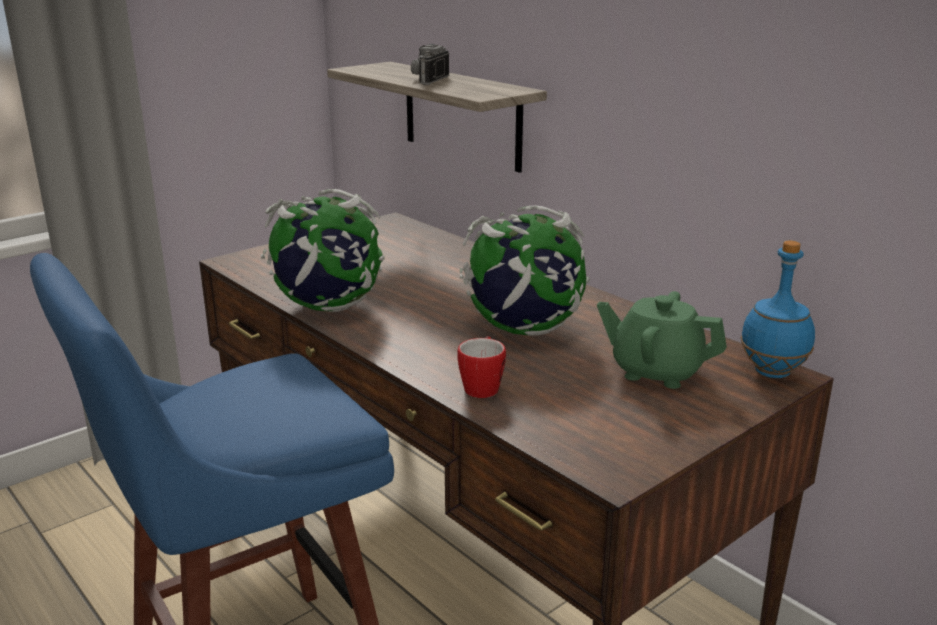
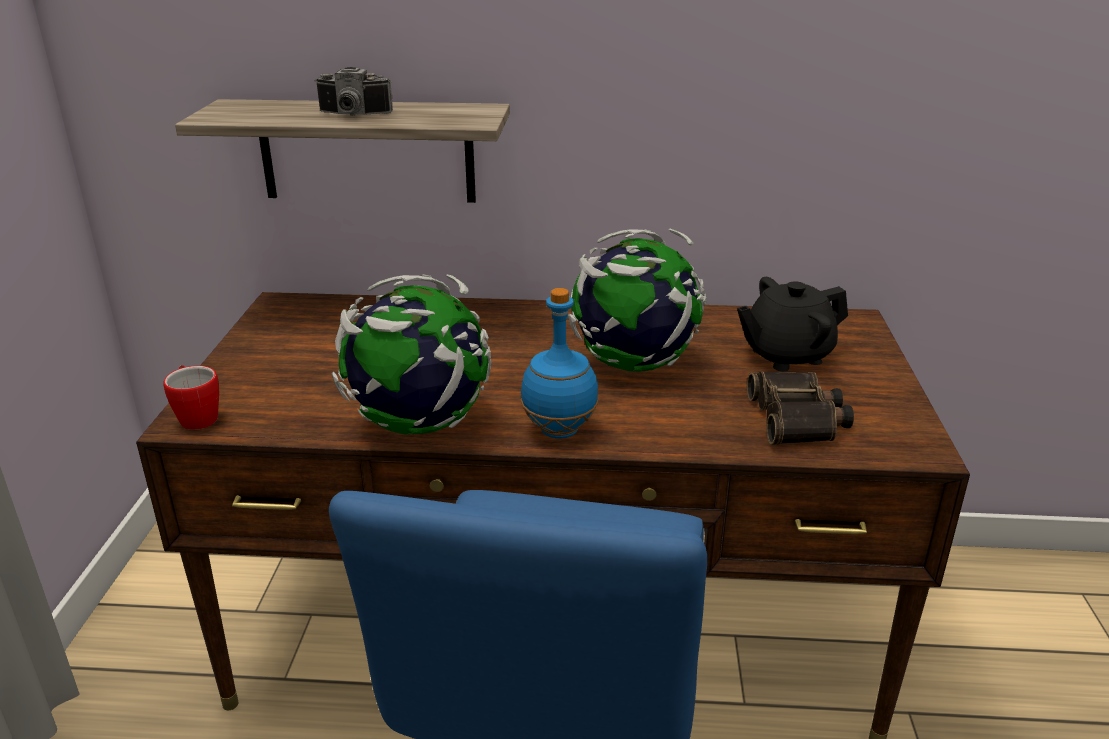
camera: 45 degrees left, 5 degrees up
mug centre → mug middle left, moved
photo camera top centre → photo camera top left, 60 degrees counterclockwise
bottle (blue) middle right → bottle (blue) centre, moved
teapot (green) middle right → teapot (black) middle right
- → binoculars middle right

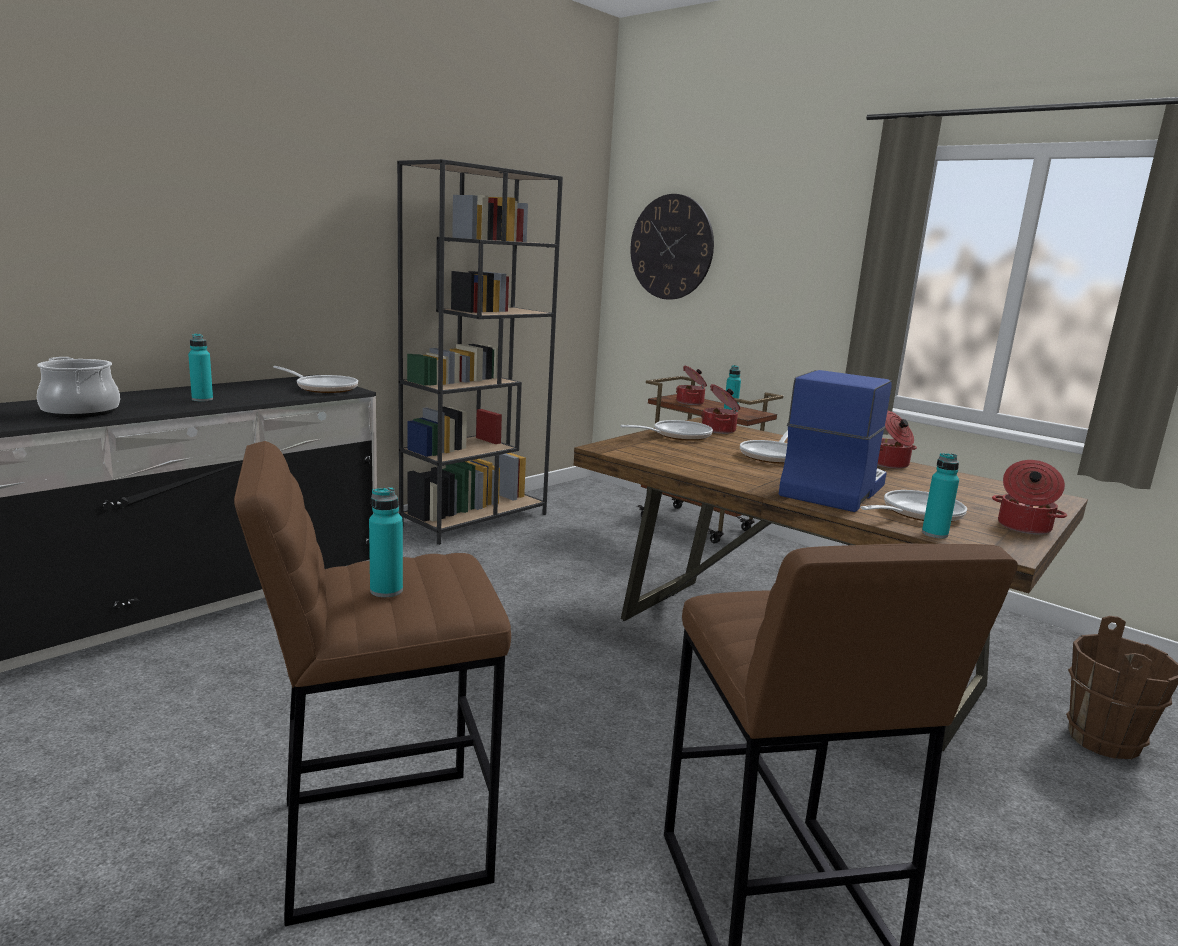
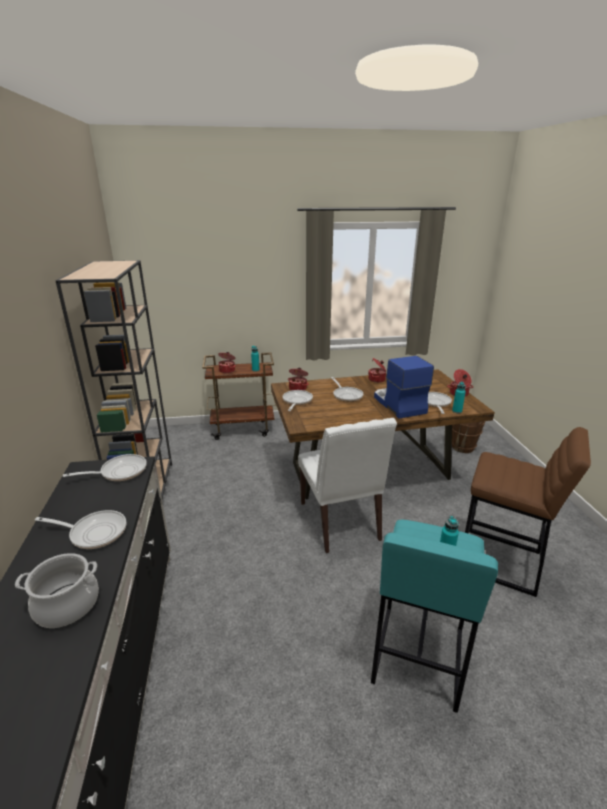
camera: 50 degrees left, 10 degrees up
bottle (turquoise) (1st from left) middle left → frying pan (1st from left) middle left
- → chair (white) centre
stool (brown) (1st from left) bottom left → stool (turquoise) bottom right
wall clock top centre → -

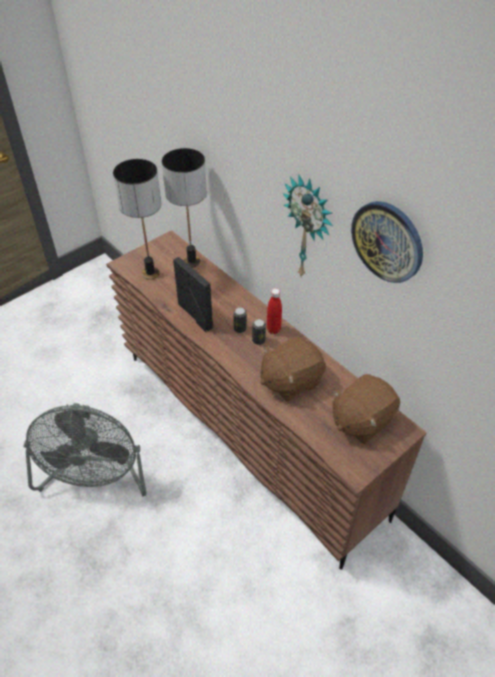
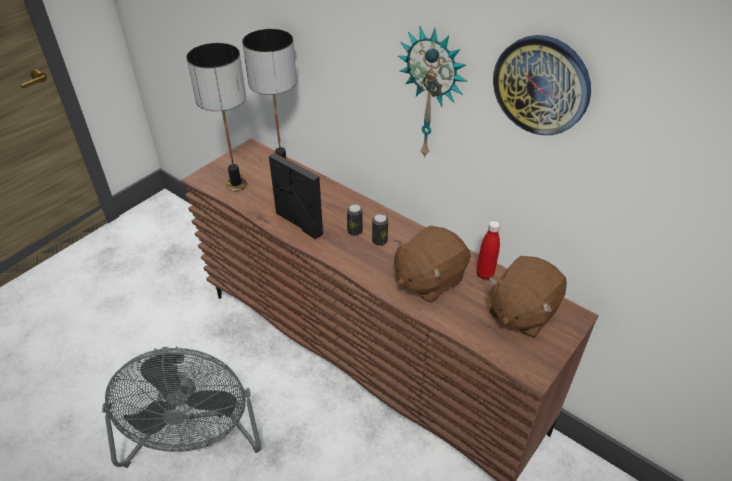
camera: 10 degrees left, 5 degrees down
bottle (red) centre → bottle (red) middle right, moved

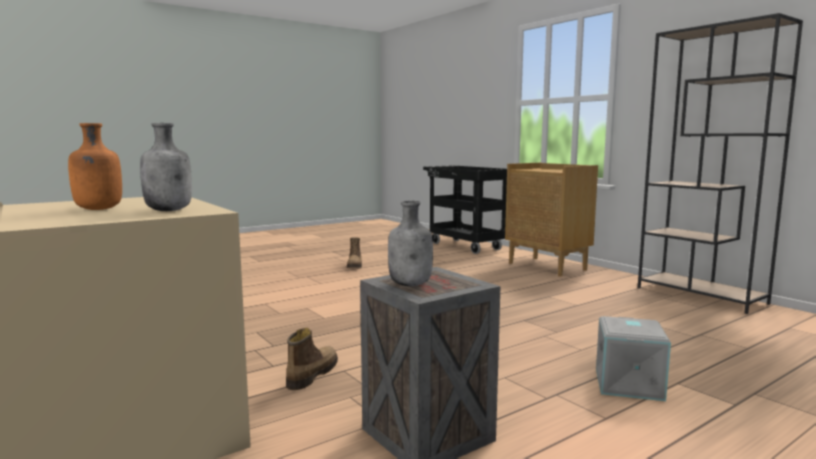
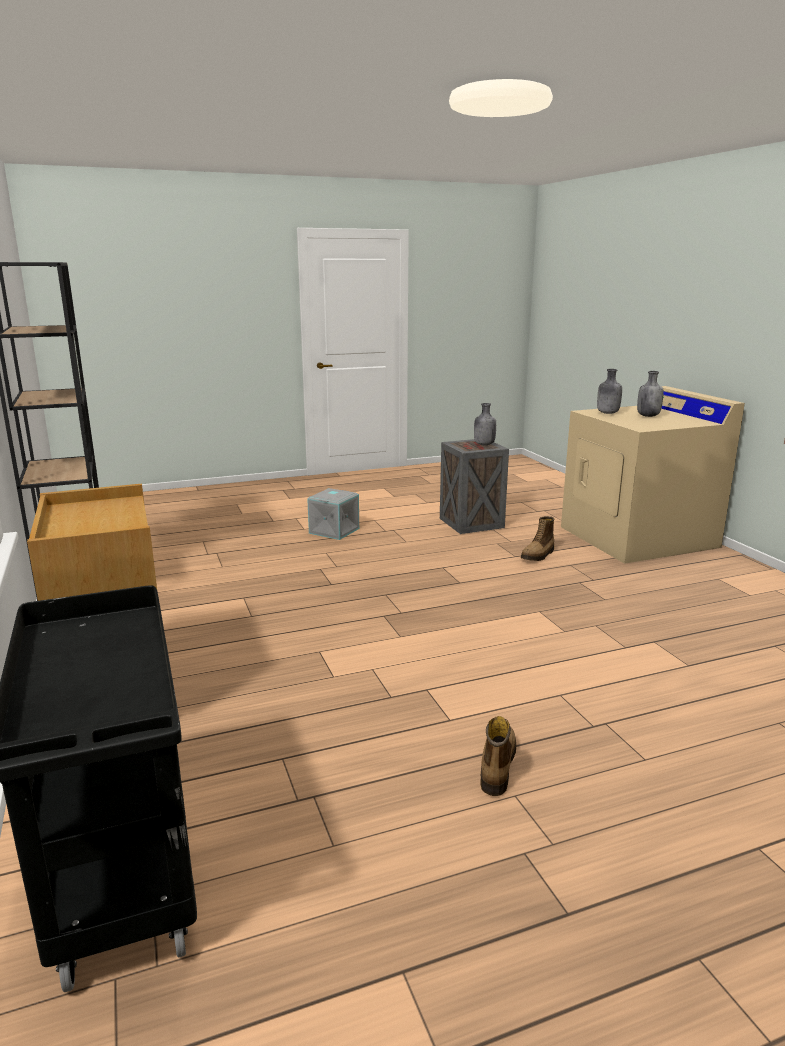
camera: 165 degrees left, 10 degrees up
bottle (orange) middle left → bottle (grey) (3rd from left) middle right

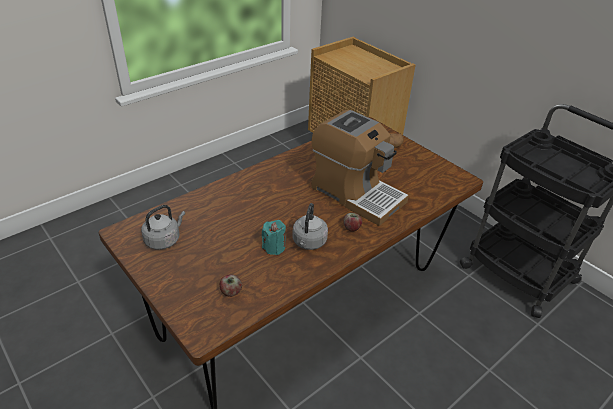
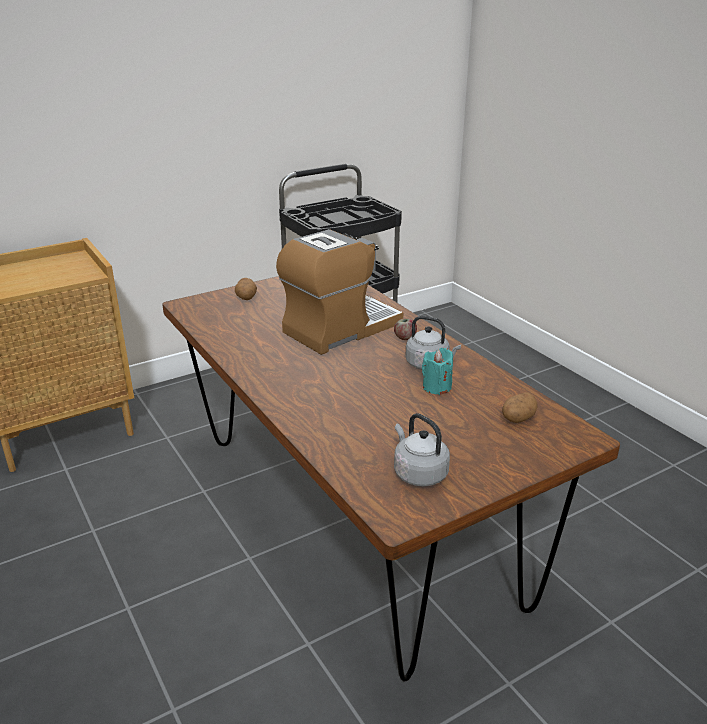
camera: 80 degrees left, 10 degrees down
apple (1st from left) bottom centre → potato (2nd from left) middle right

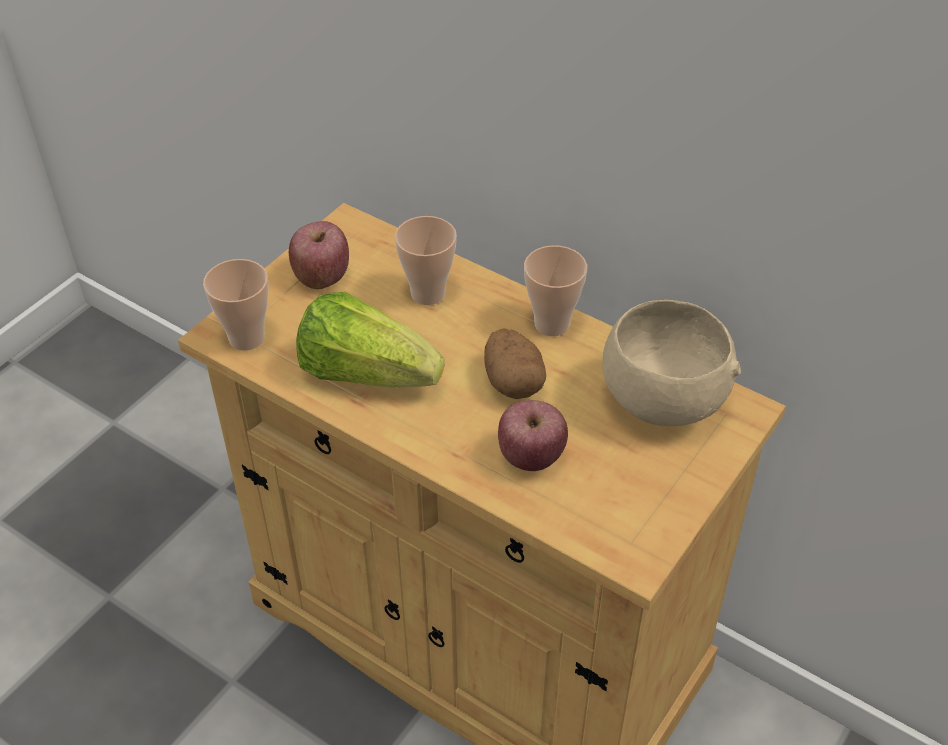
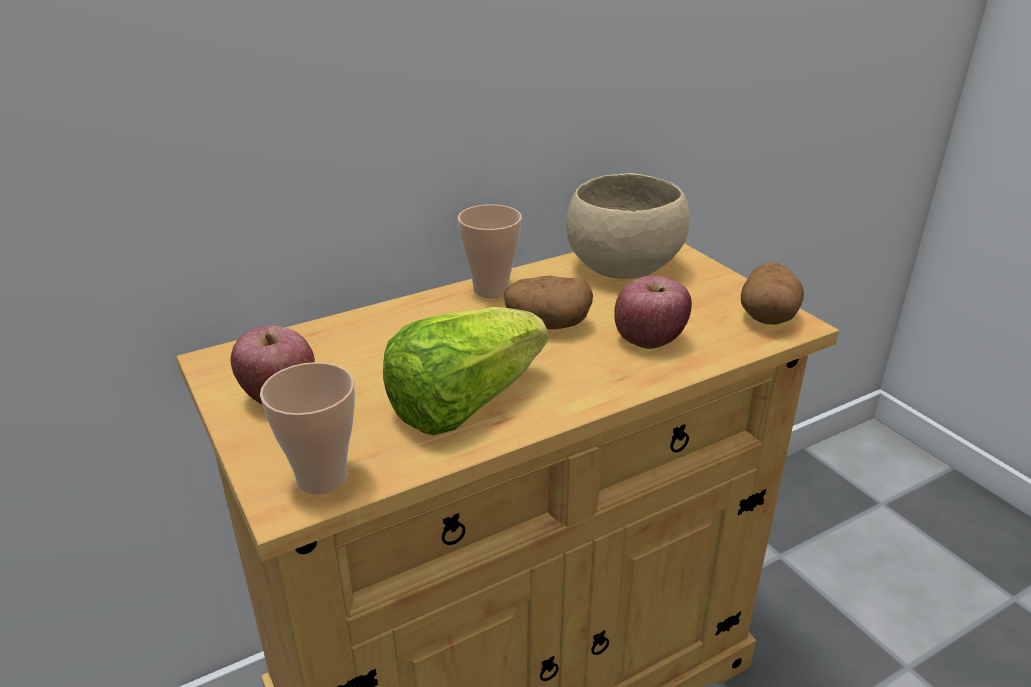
camera: 65 degrees left, 15 degrees down
- → potato (2nd from left) middle right
cup (2nd from left) centre → -

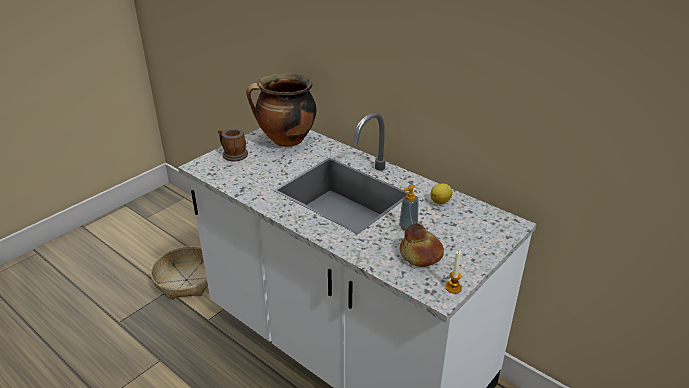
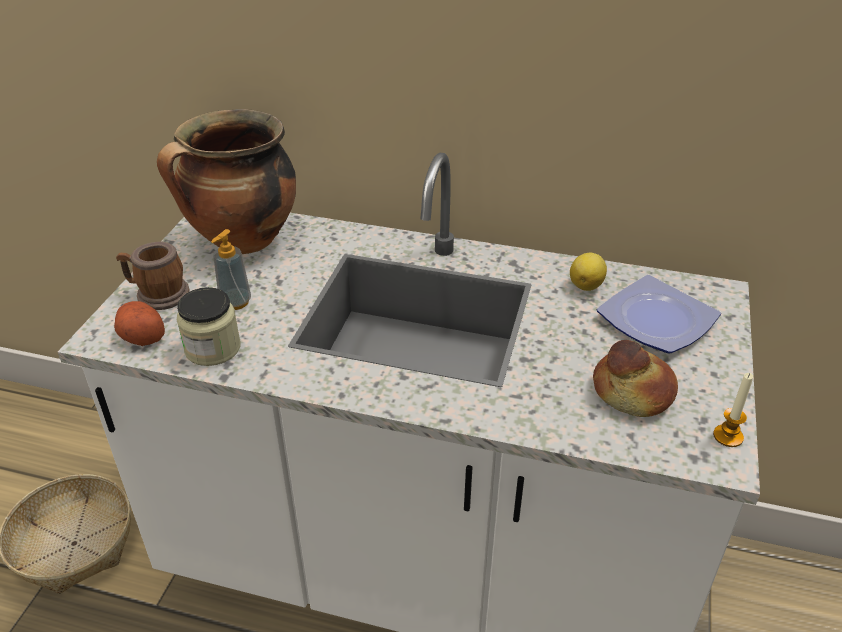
camera: 25 degrees left, 5 degrees up
- → potato middle left
- → jar middle left
soap dispenser centre → soap dispenser middle left, moved
- → plate middle right

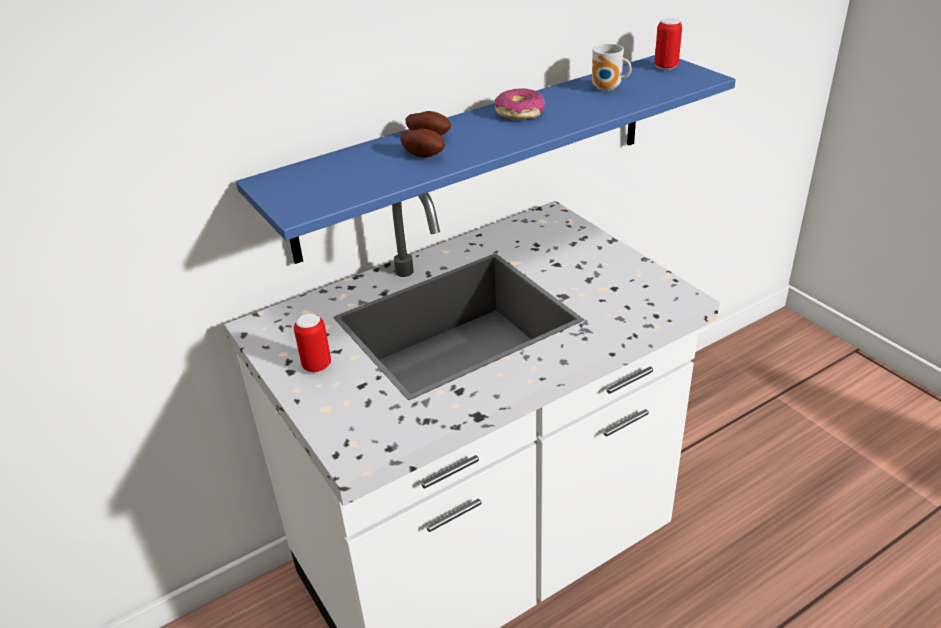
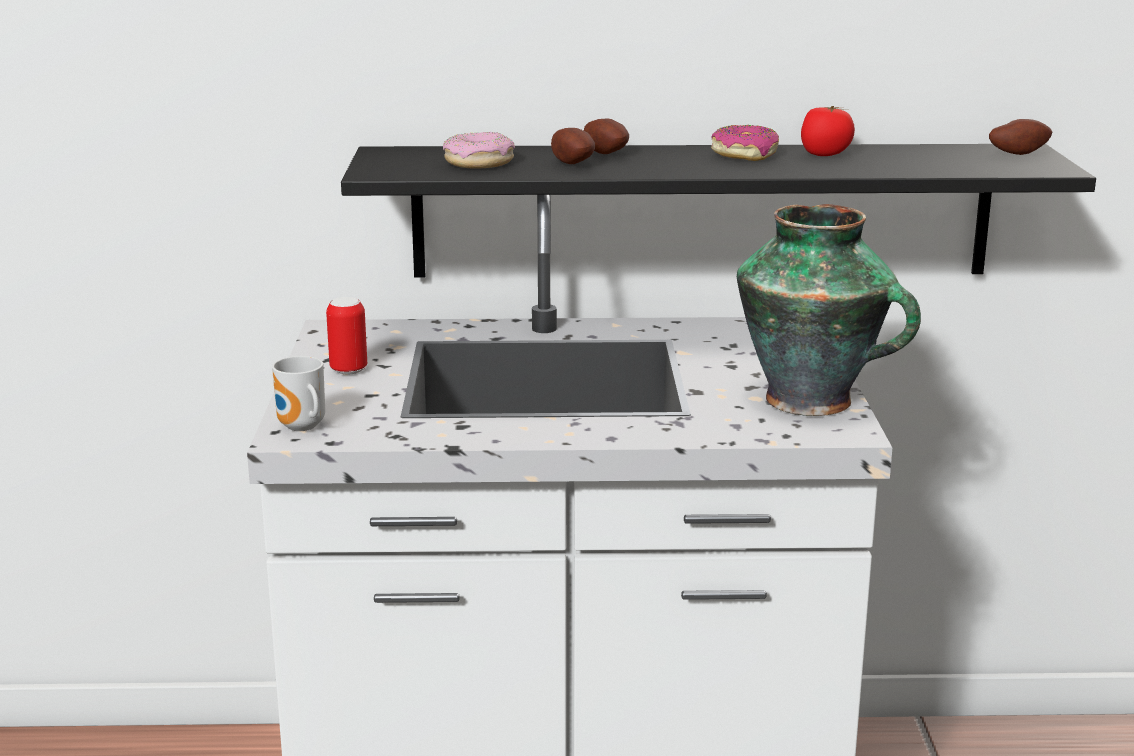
camera: 30 degrees right, 15 degrees down
mug top centre → mug middle left, moved
shelf (blue) top centre → shelf (black) top centre
- → donut (1st from left) top centre
- → vase middle right
- → tomato top right
can (2nd from left) top right → potato (3rd from left) top right

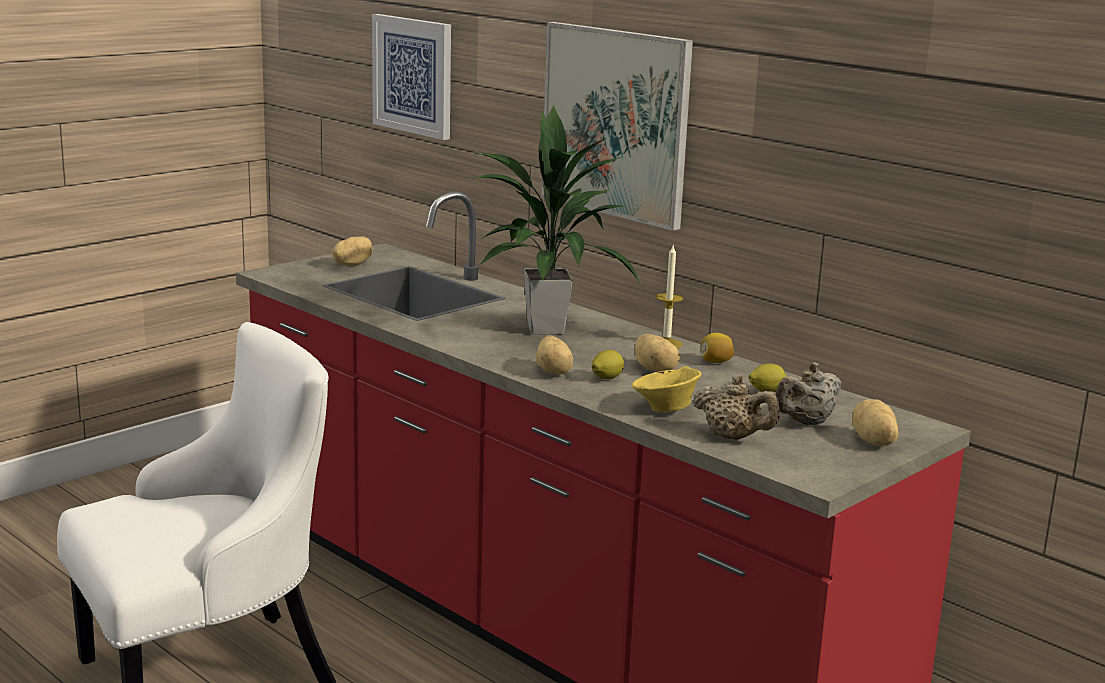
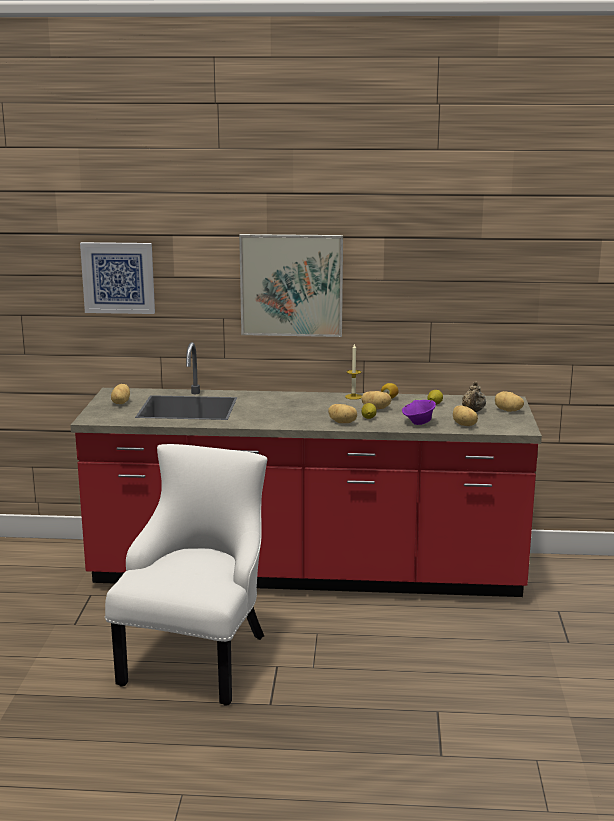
camera: 40 degrees left, 0 degrees up
bowl (yellow) centre → bowl (purple) middle right
teapot (beige) (1st from left) centre → potato (4th from left) middle right
potted plant top centre → -

